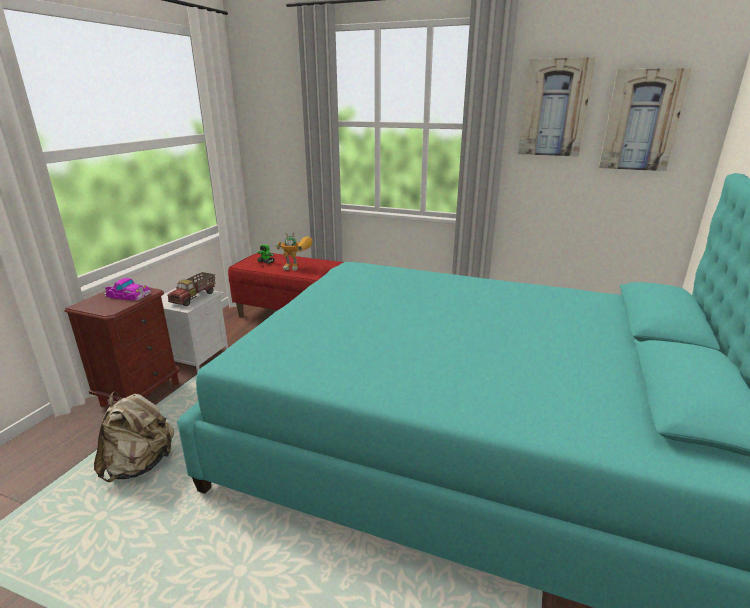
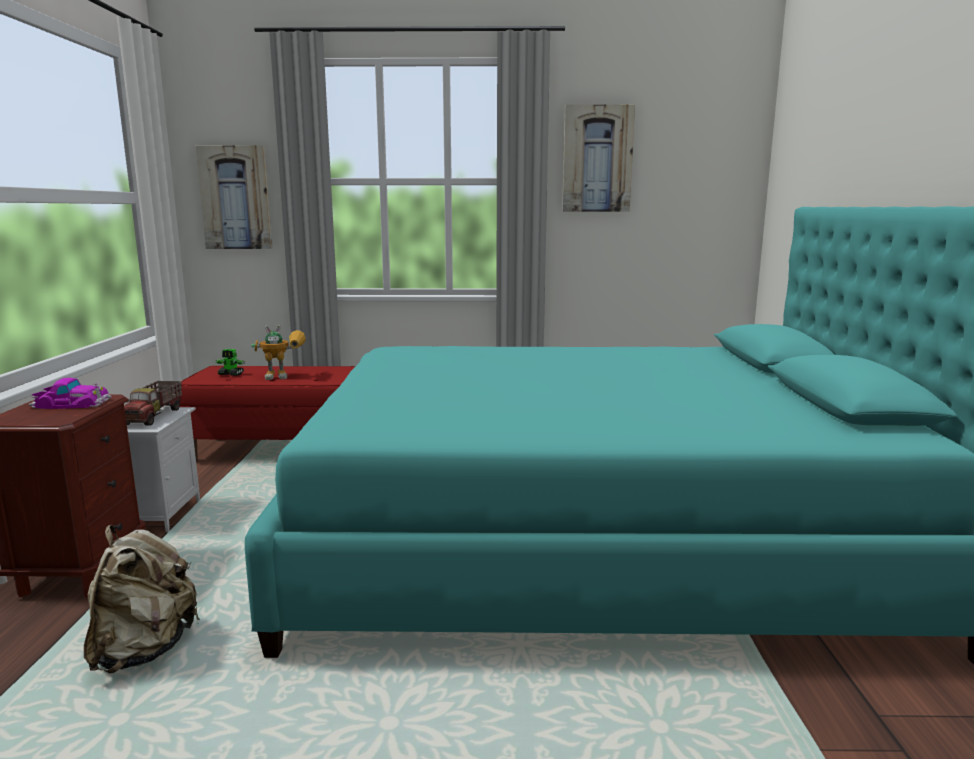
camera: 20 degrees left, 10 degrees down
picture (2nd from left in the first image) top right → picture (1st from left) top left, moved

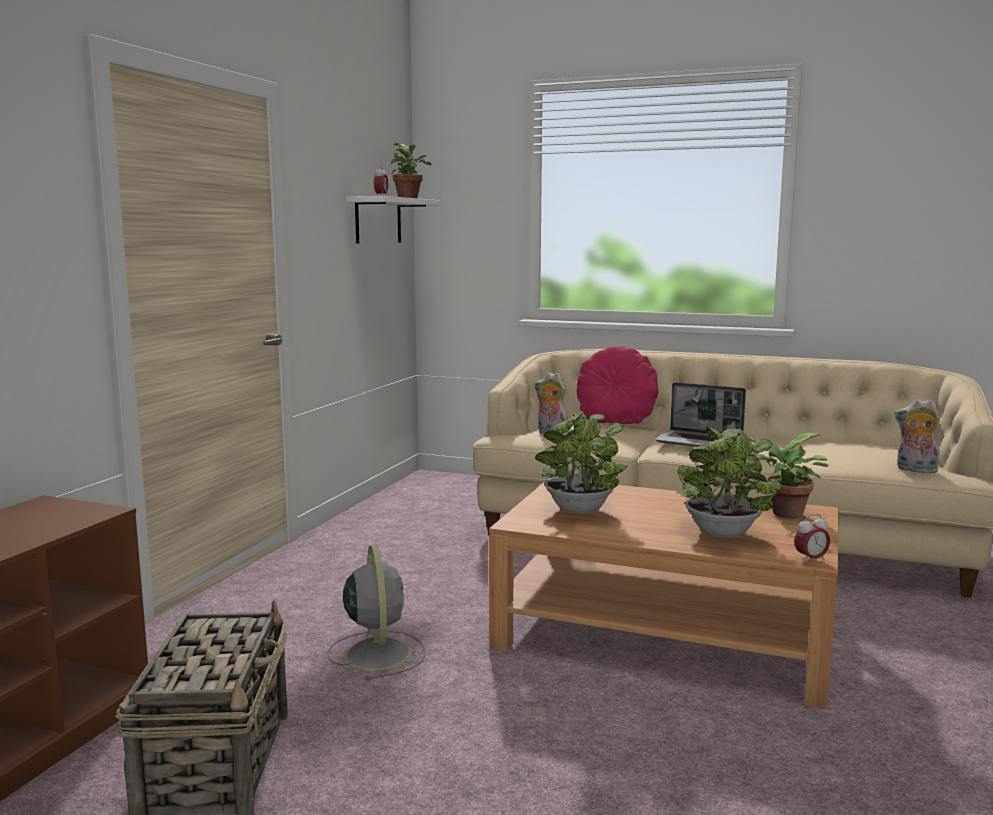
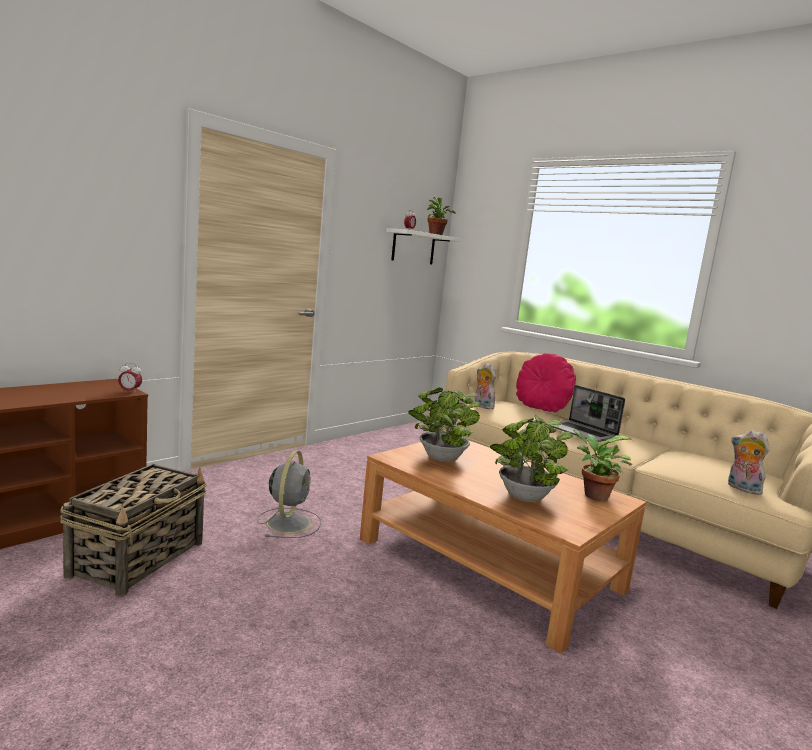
camera: 20 degrees right, 0 degrees up
alarm clock (2nd from left in the first image) middle right → alarm clock (1st from left) middle left, moved

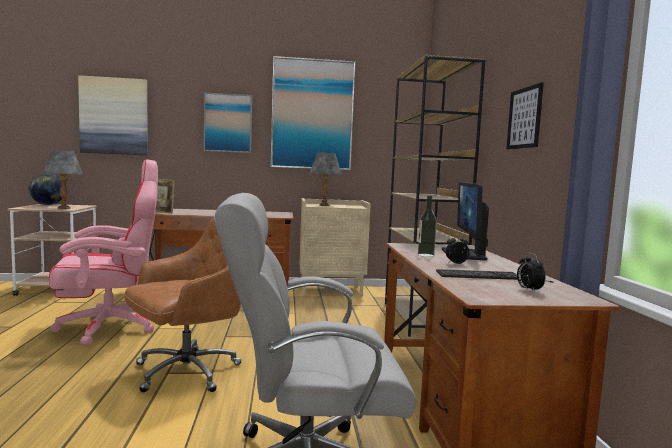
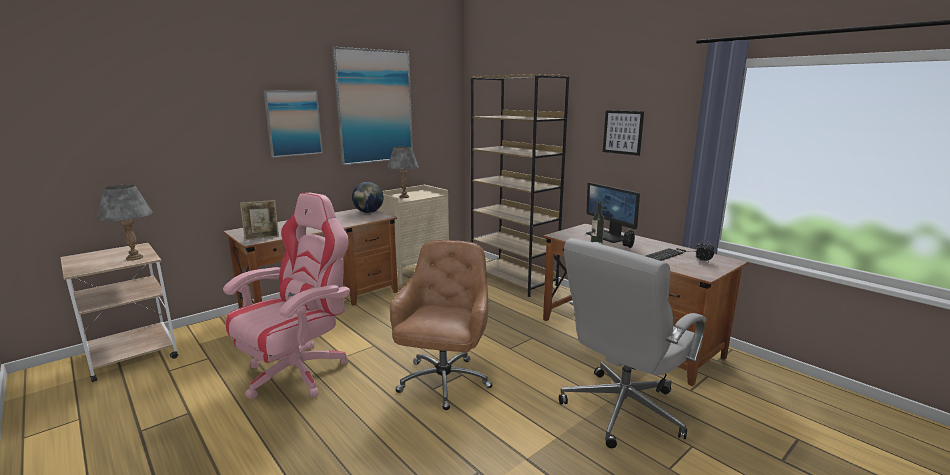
camera: 35 degrees left, 10 degrees up
globe middle left → globe centre, moved
picture (1st from left) top left → -

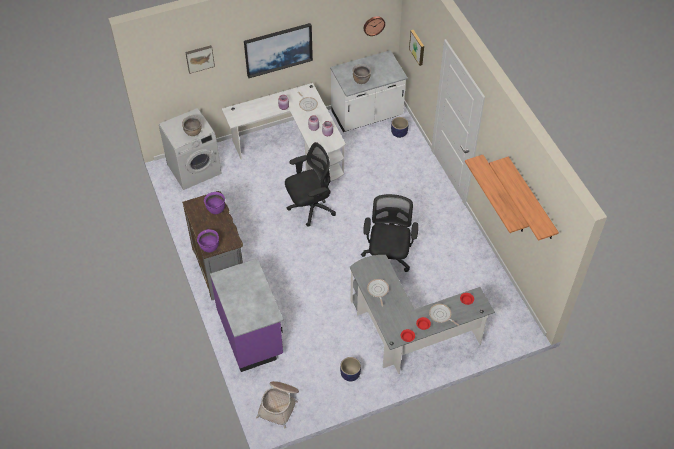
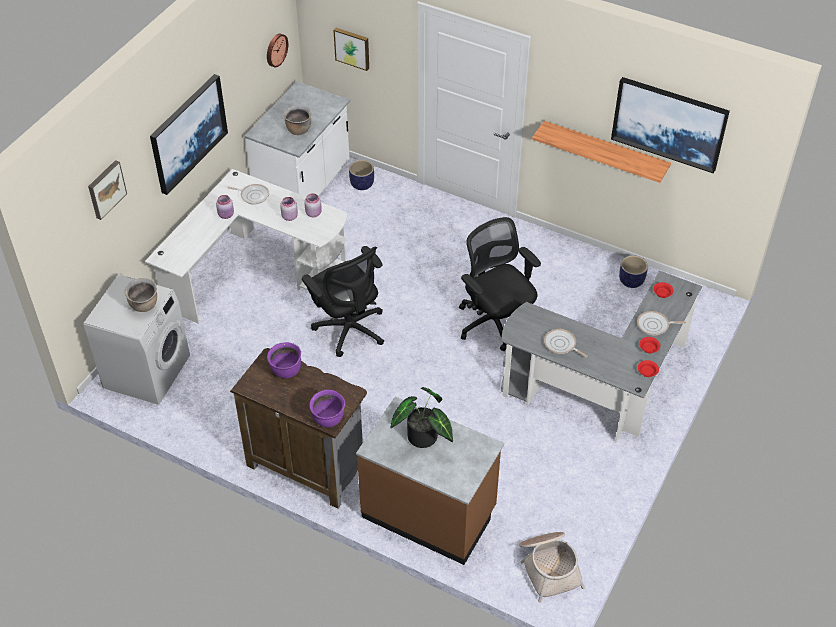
camera: 40 degrees left, 5 degrees down
office chair (black) (1st from left) centre, 120 degrees clockwise
counter (purple) bottom centre → counter (brown) bottom centre
- → potted plant centre
shelf (2nd from left) middle right → picture (4th from left) top right
planter (1st from left in the first image) bottom centre → planter (2nd from left) middle right, moved

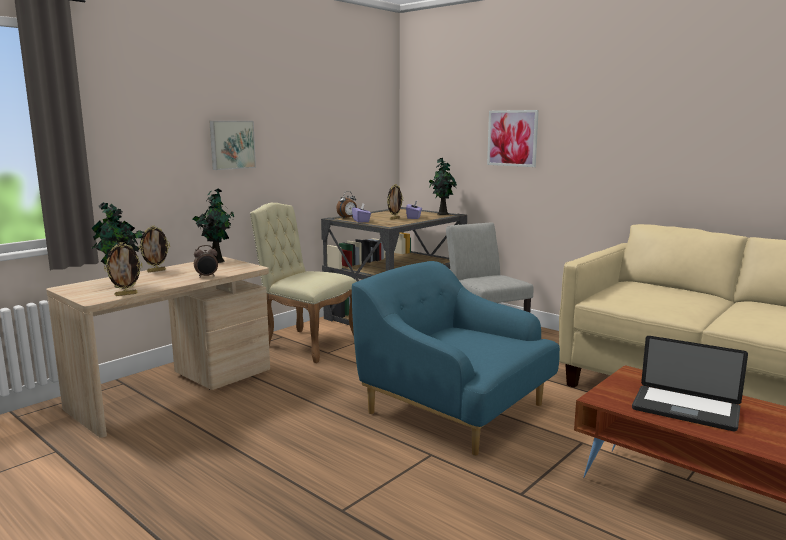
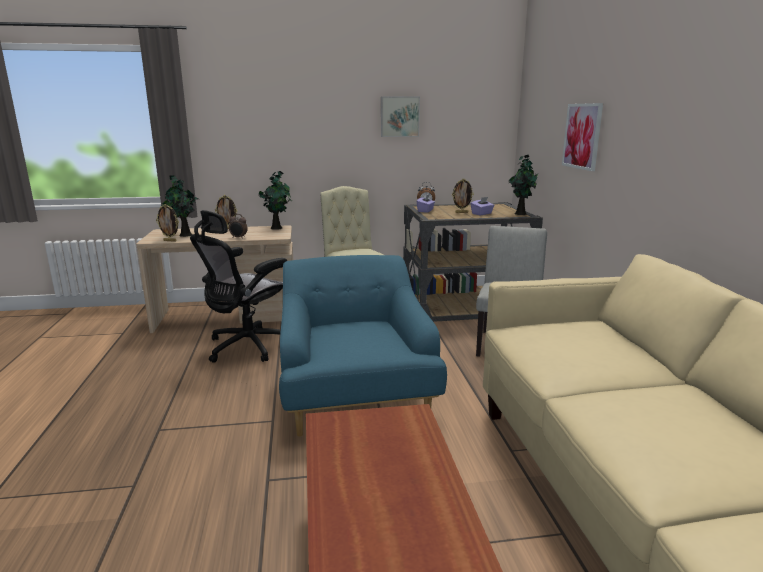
camera: 40 degrees right, 5 degrees up
- → office chair middle left
picture (1st from left) top left → picture (1st from left) top centre, moved
laptop bottom right → -

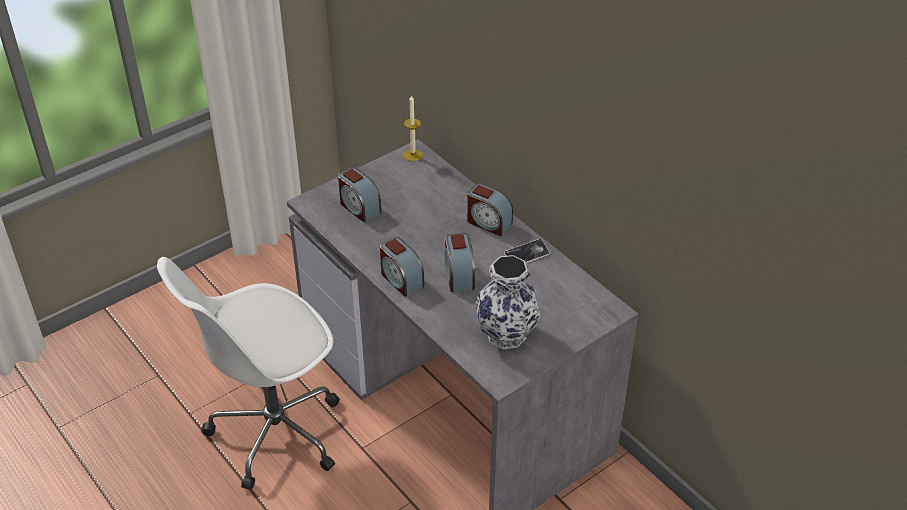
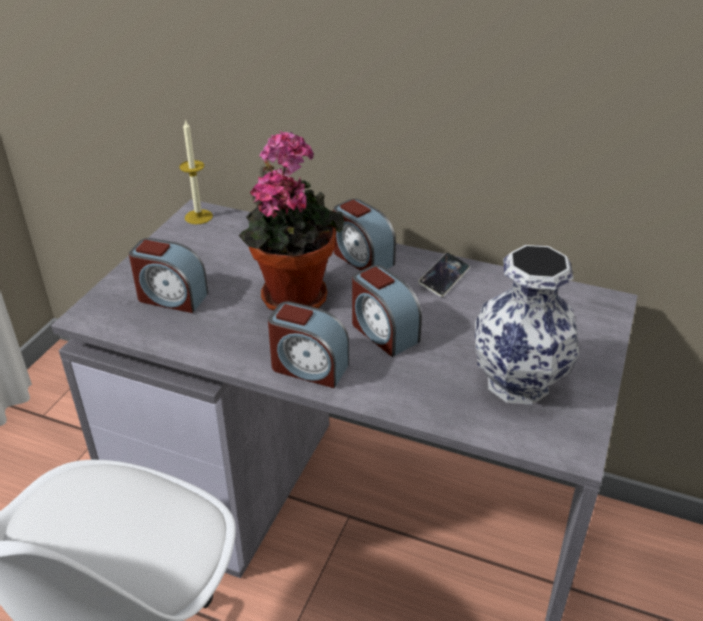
camera: 30 degrees left, 5 degrees down
- → potted plant centre
alarm clock (4th from left in the first image) centre → alarm clock (3rd from left) centre, 45 degrees clockwise

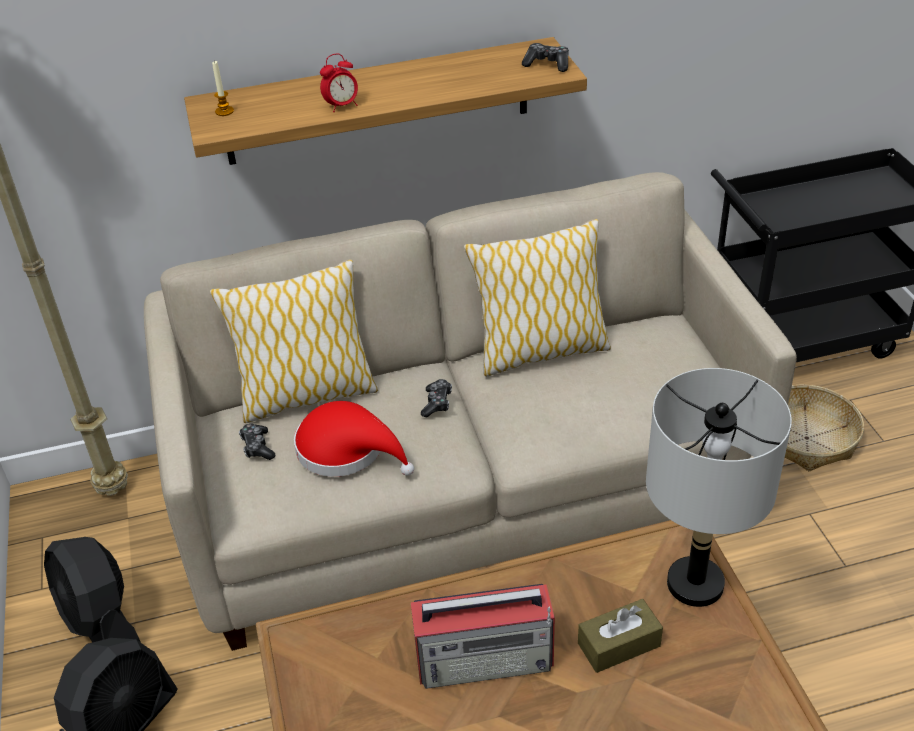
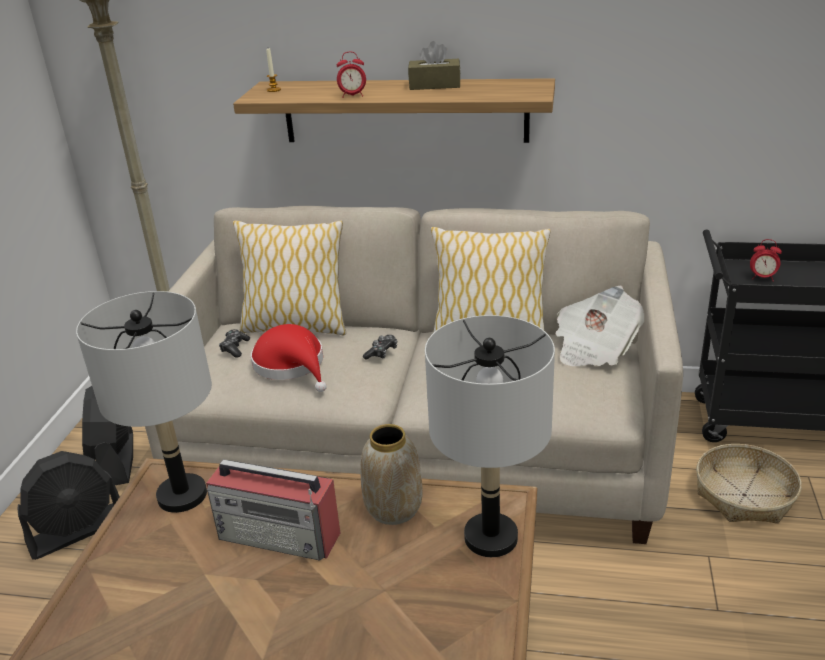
camera: 25 degrees right, 10 degrees down
- → table lamp (grey) (1st from left) middle left
- → vase bottom centre
tissue box (brown) bottom right → tissue box (brown) top centre, moved
- → newspaper middle right
- → alarm clock (2nd from left) middle right
game controller (3rd from left) top centre → -

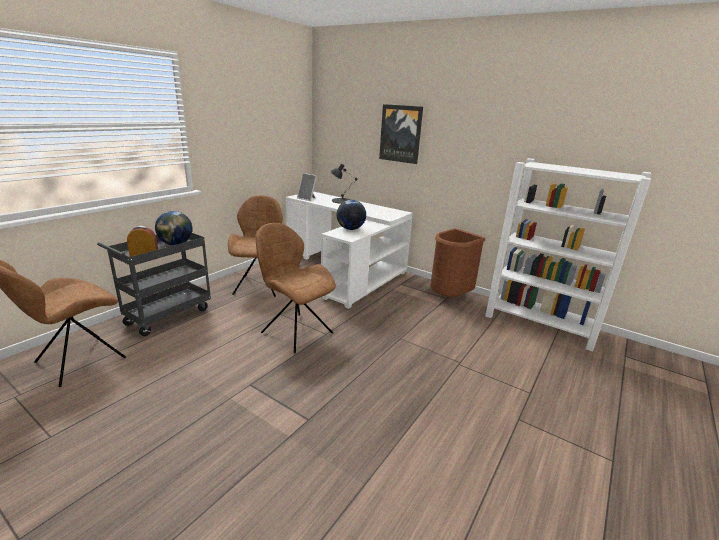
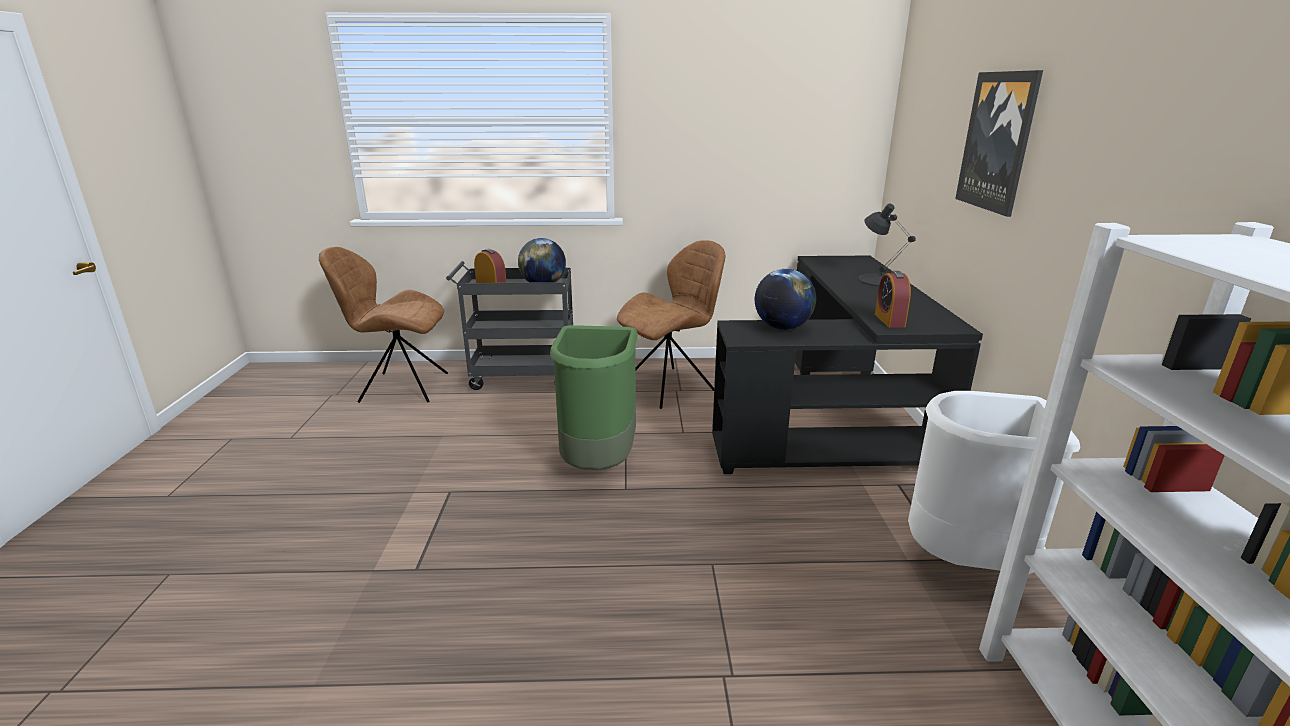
camera: 55 degrees right, 0 degrees up
chair (brown) (3rd from left) centre → trash can (green) centre
desk (white) centre → desk (black) centre
- → alarm clock (2nd from left) middle right
trash can (brown) centre → trash can (white) middle right
picture frame centre → -

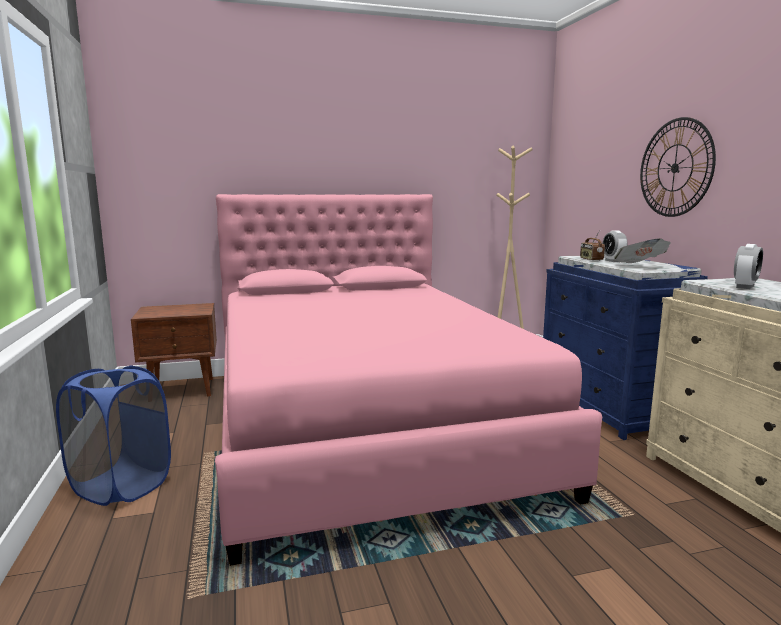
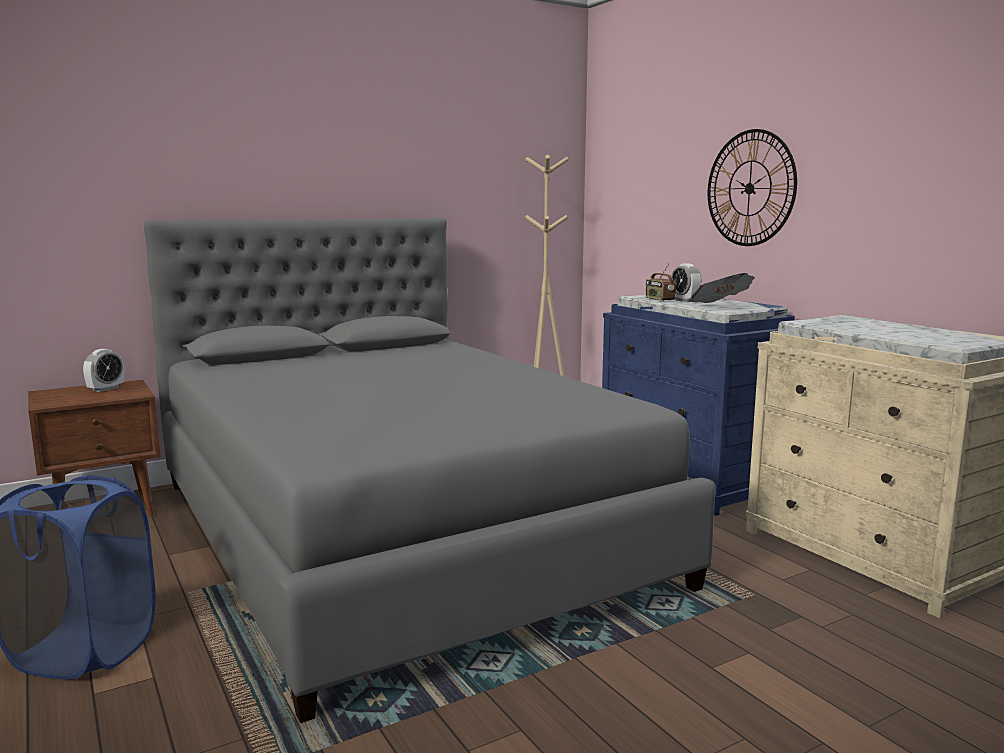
camera: 15 degrees left, 0 degrees up
alarm clock (2nd from left in the first image) middle right → alarm clock (1st from left) middle left, moved
bed (pink) centre → bed (grey) centre

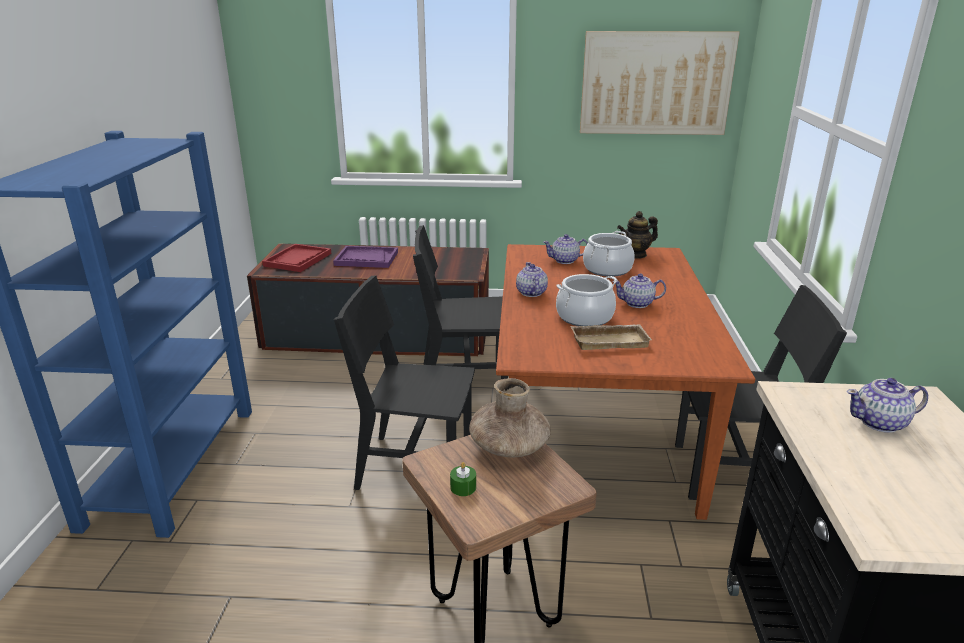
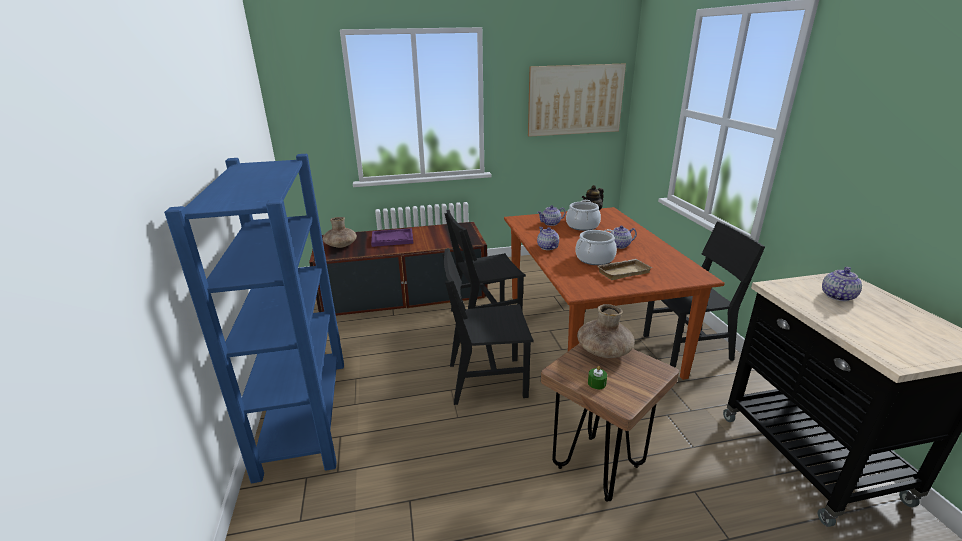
camera: 15 degrees left, 0 degrees up
tray (red) middle left → vase (brown) (1st from left) centre
teapot (5th from left) middle right, 150 degrees clockwise

